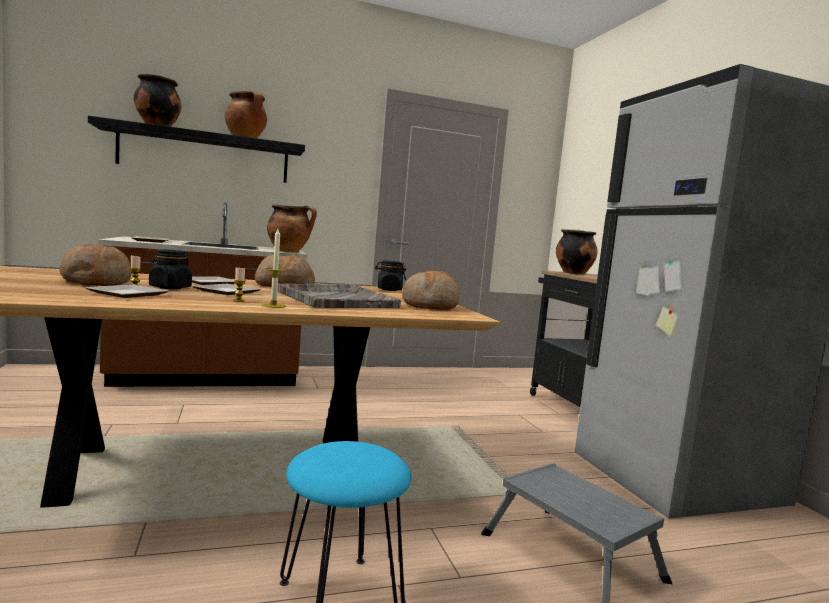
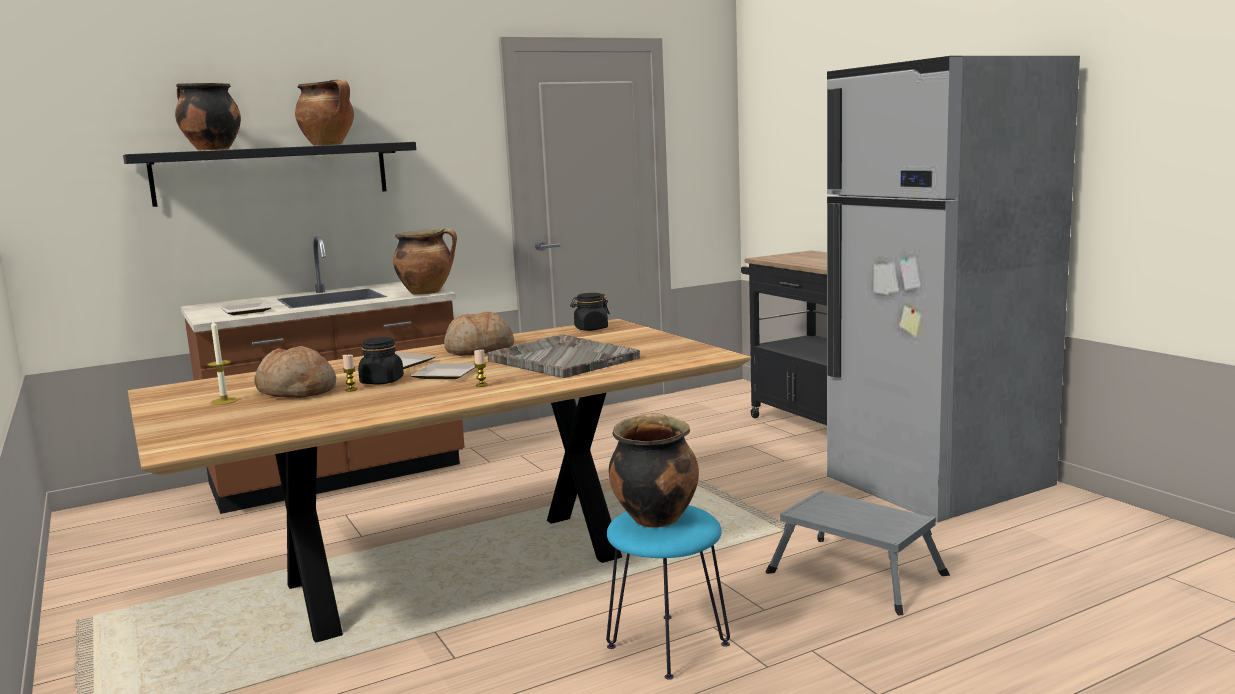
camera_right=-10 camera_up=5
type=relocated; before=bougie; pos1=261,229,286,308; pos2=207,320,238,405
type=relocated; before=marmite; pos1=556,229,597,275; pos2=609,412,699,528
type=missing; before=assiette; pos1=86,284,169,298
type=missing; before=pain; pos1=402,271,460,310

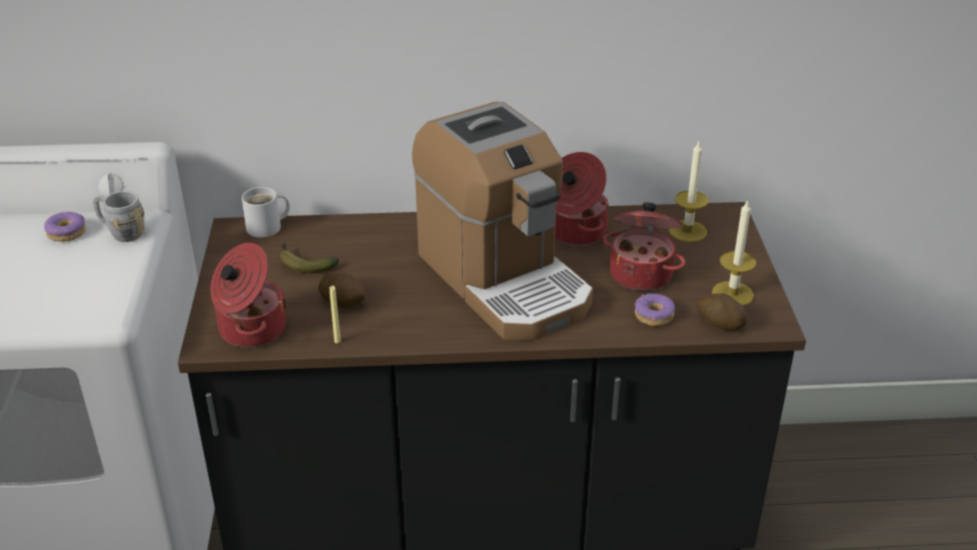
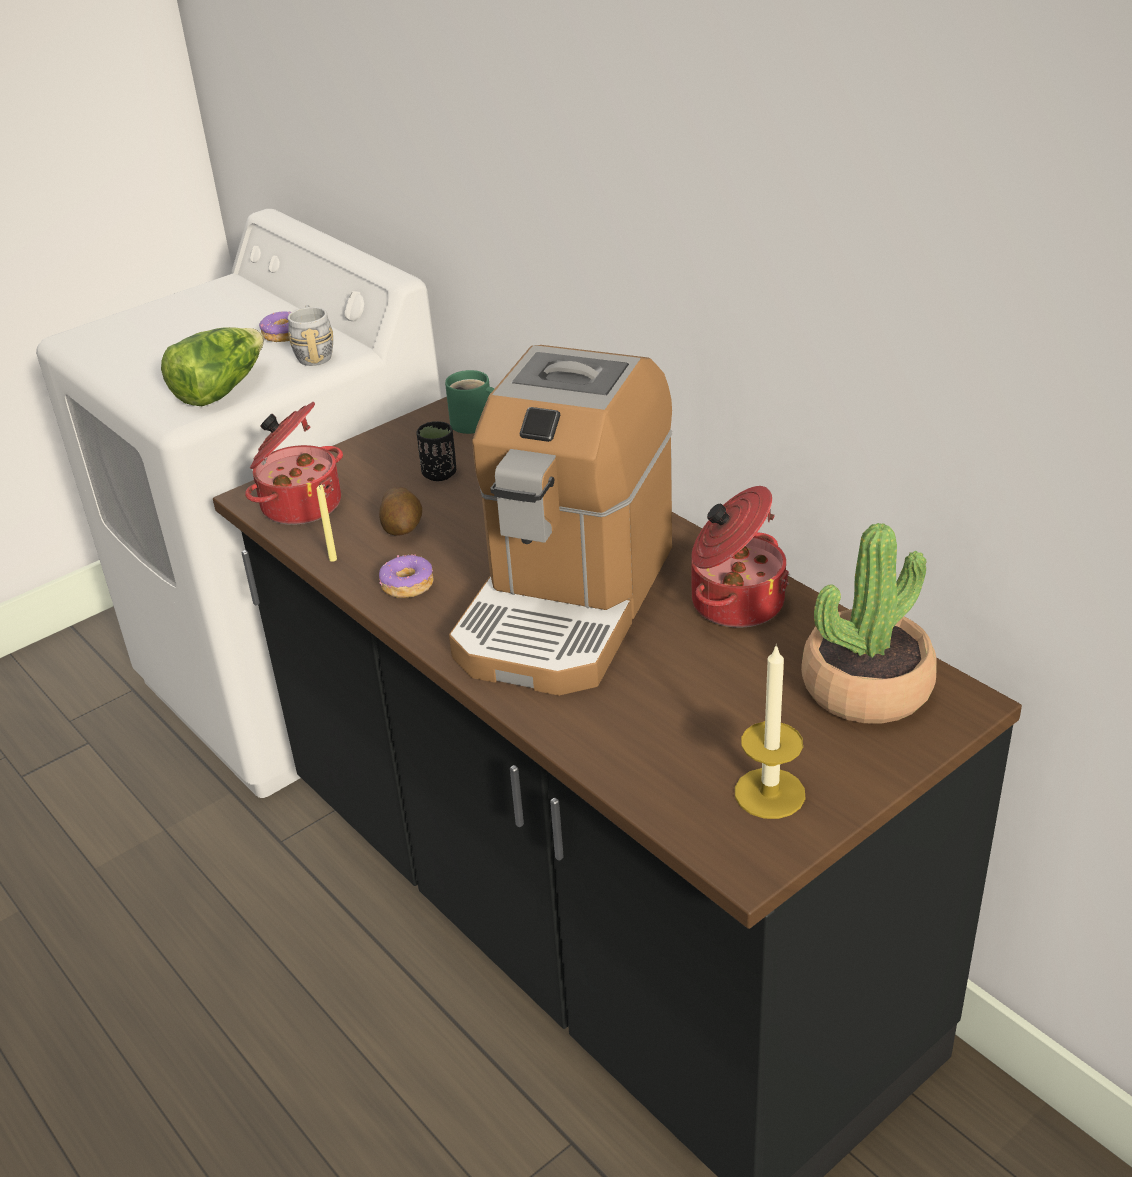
camera_right=55 camera_up=0
type=appeared; after=laitue; pos2=161,327,264,406
type=relocated; before=beignet; pos1=635,294,675,326; pos2=379,554,434,598
type=exchanged; before=banane; after=tasse [noir]; pos1=279,243,339,273; pos2=416,421,456,481
type=colour; before=mug [blanc]; after=mug [vert]; pos1=242,187,290,238; pos2=445,370,494,434
type=exchanged; before=bougie; after=plante en pot; pos1=669,142,708,242; pos2=801,523,937,723
type=missing; before=marmite; pos1=602,202,686,291
type=missing; before=pomme de terre; pos1=697,293,748,331

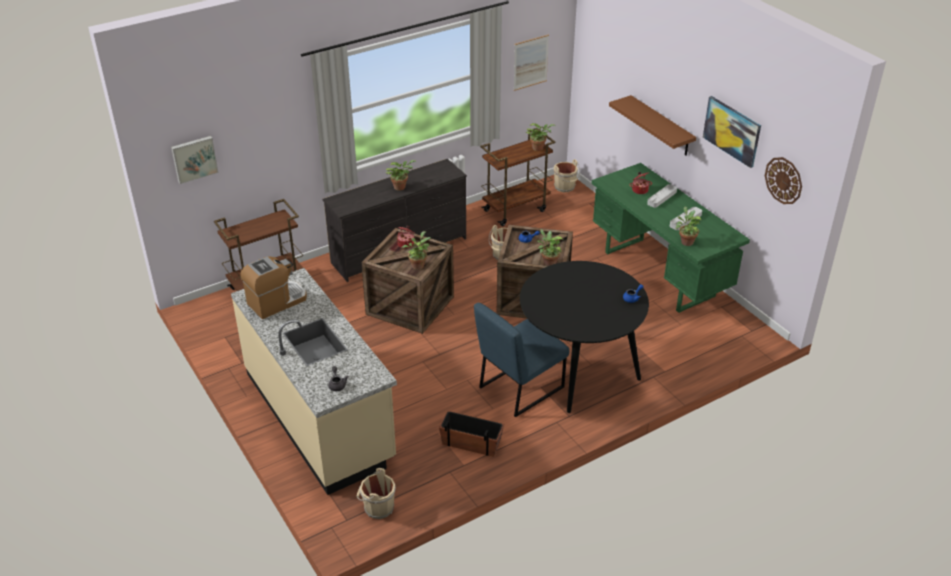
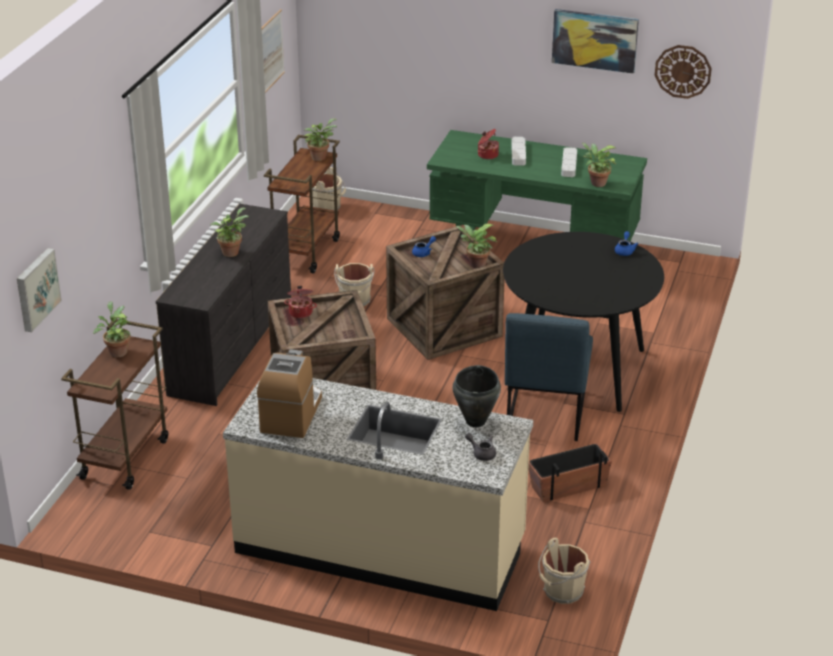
camera_right=-40 camera_up=-5
type=relocated; before=plante en pot; pos1=401,231,431,270; pos2=93,301,131,357
type=appeared; after=marmite [noir]; pos2=452,365,501,427
type=missing; before=étagère [marron]; pos1=609,95,696,156

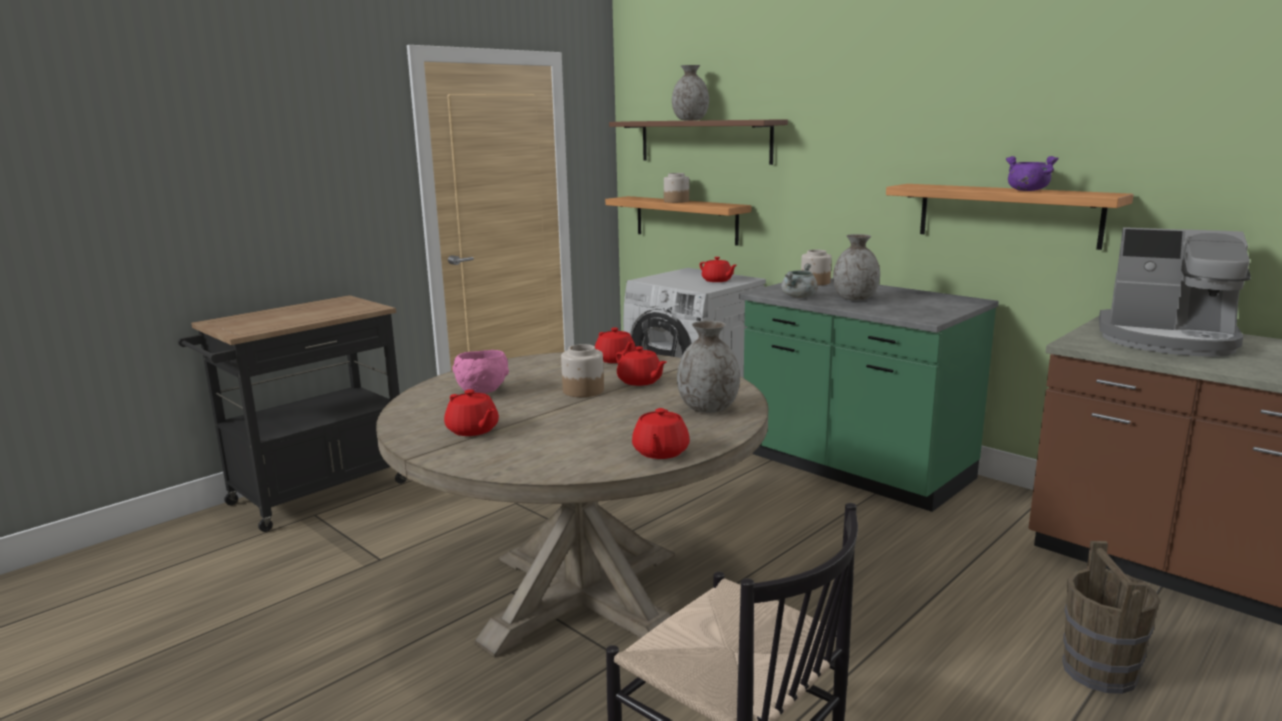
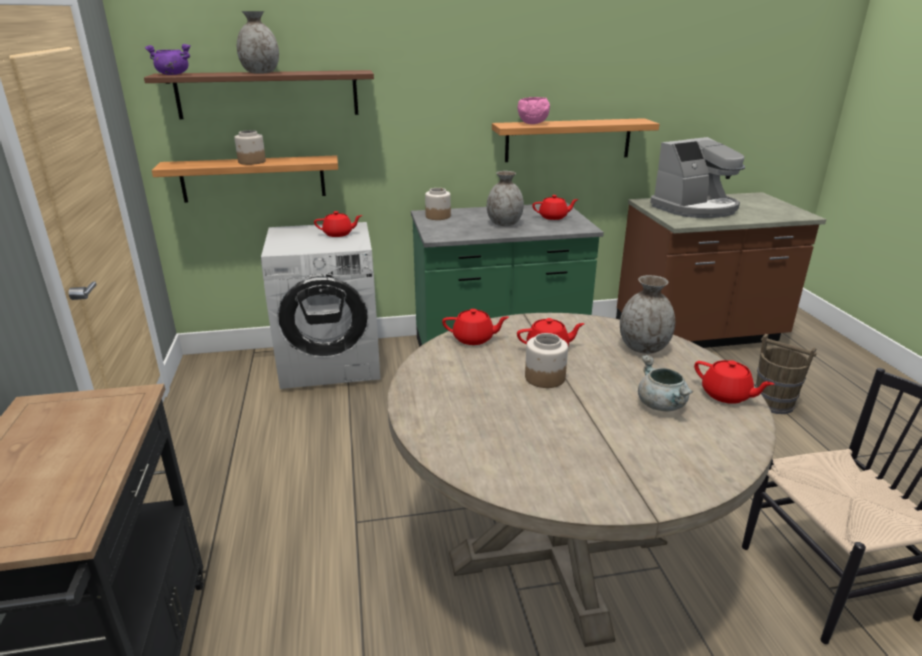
camera_right=-55 camera_up=10
type=relocated; before=marmite [violet]; pos1=1006,156,1059,191; pos2=145,44,191,75
type=relocated; before=bol [rose]; pos1=452,350,509,393; pos2=518,97,550,124
type=relocated; before=théière [rouge]; pos1=444,389,499,436; pos2=532,195,579,220
type=relocated; before=marmite [gris]; pos1=781,263,818,298; pos2=638,355,693,411

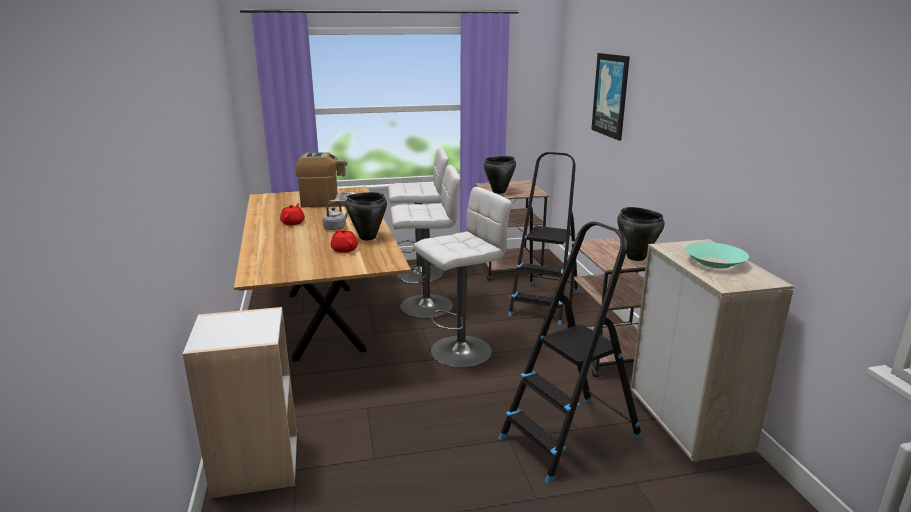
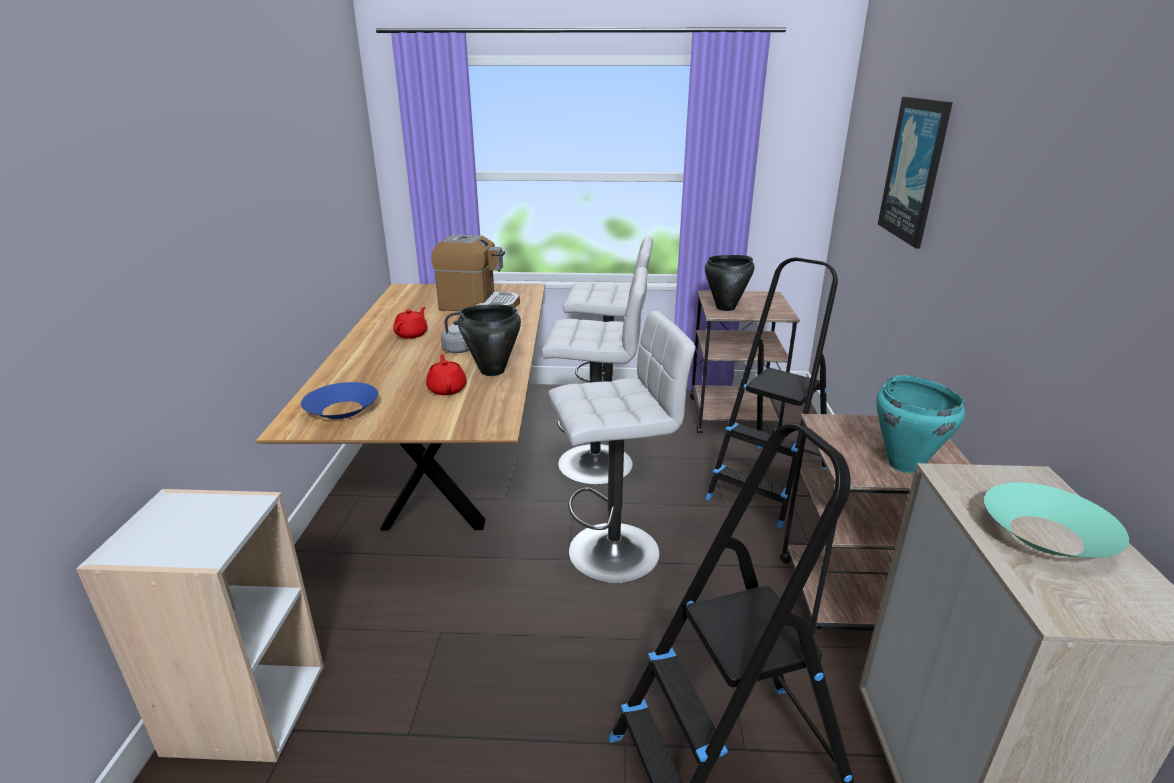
camera_right=15 camera_up=5
type=appeared; after=bol [bleu]; pos2=301,382,378,419
type=colour; before=marmite [noir]; after=marmite [turquoise]; pos1=617,207,665,261; pos2=876,375,965,473

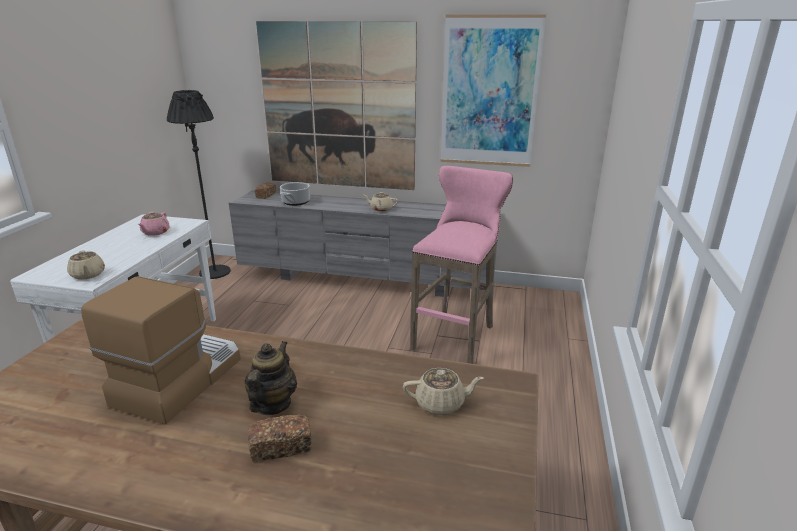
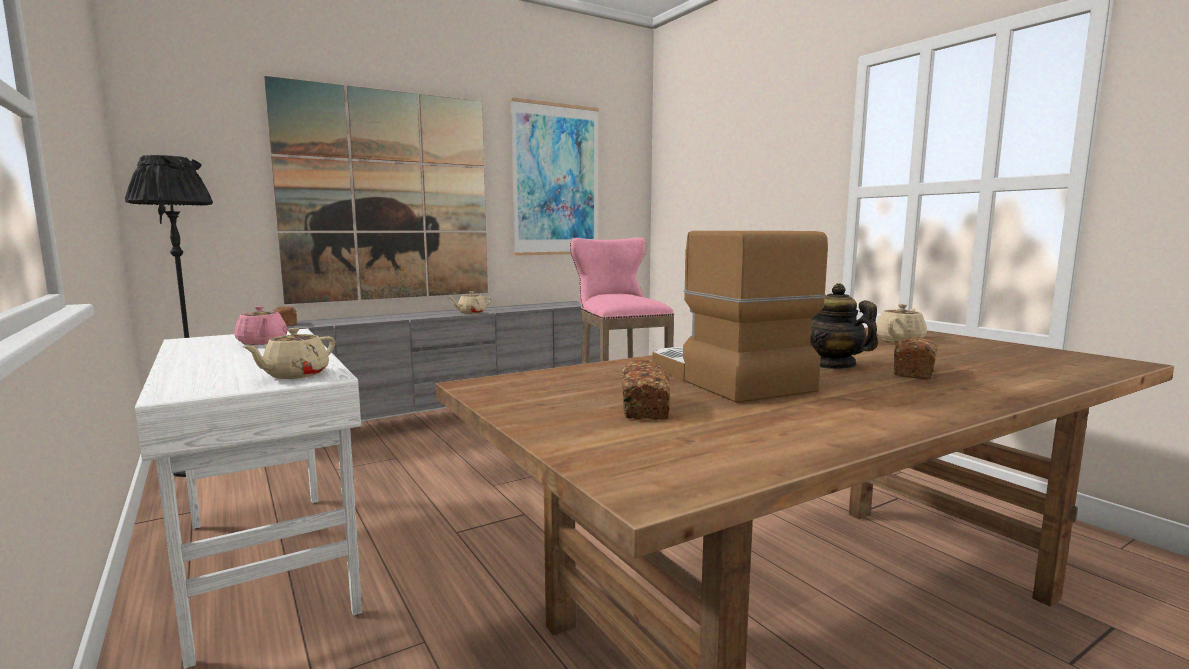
camera_right=-45 camera_up=-15
type=spun; before=théière [beige]; pos1=67,250,105,280; pos2=243,328,335,379; turn=105
type=appeared; after=pain; pos2=621,360,670,420
type=missing; before=marmite; pos1=280,182,310,206

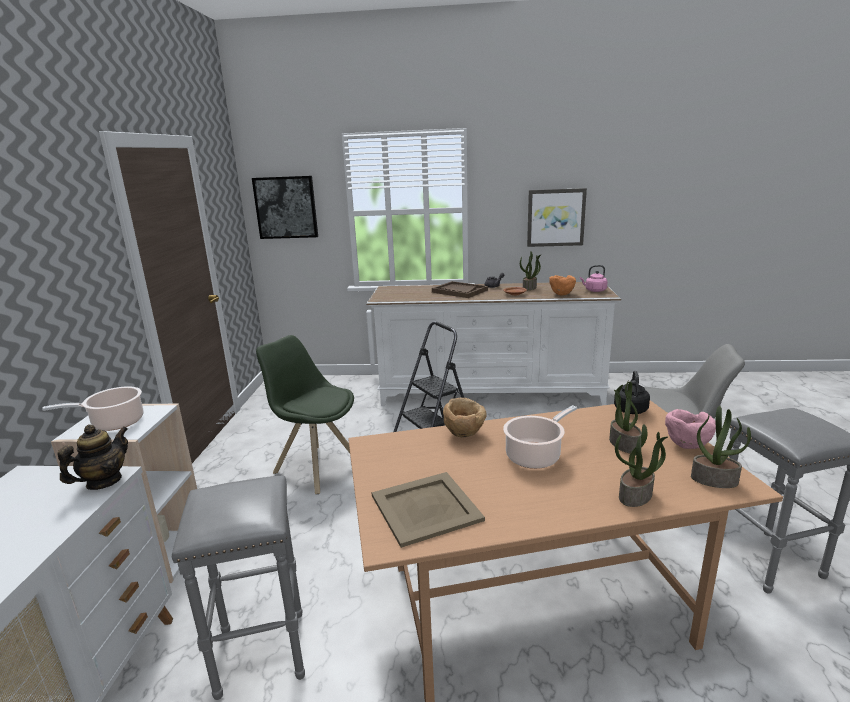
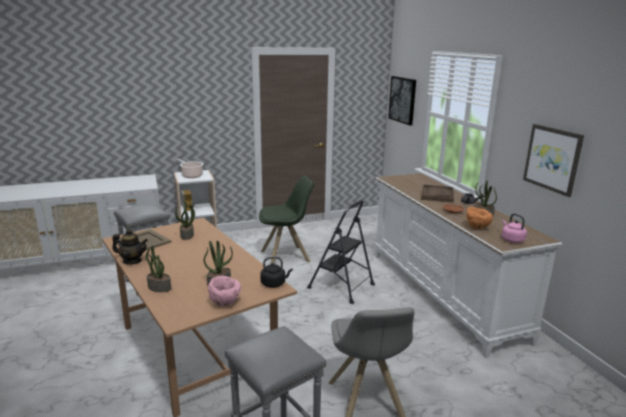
camera_right=65 camera_up=0
type=relocated; before=théière; pos1=58,424,128,490; pos2=112,229,148,265
type=relocated; before=plante en pot; pos1=691,406,751,488; pos2=175,201,196,240
type=spun; before=chaise [vert]; pos1=256,335,354,494; pos2=259,175,314,264; turn=60
type=missing; before=bol [marron]; pos1=443,398,487,437
type=missing; before=marmite; pos1=503,405,577,469

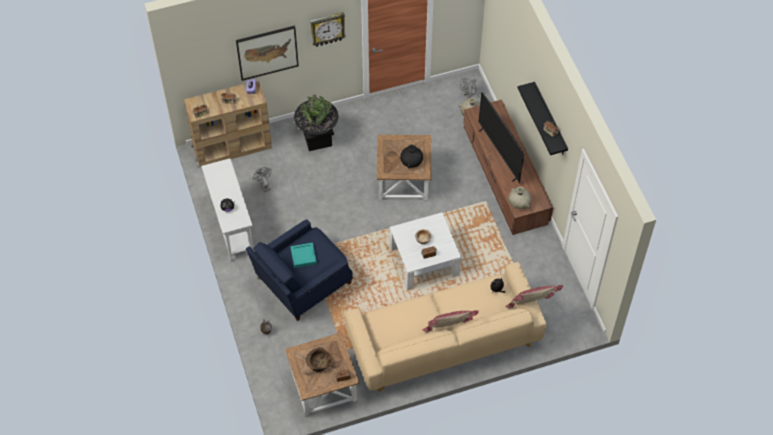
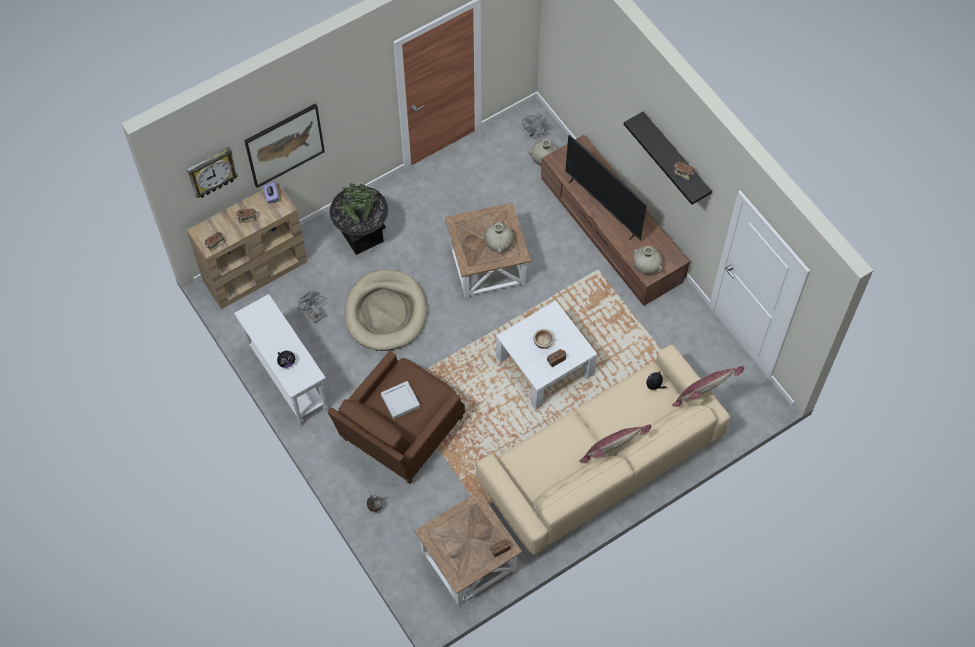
camera_right=-15 camera_up=5
type=relocated; before=horloge murale; pos1=310,12,346,47; pos2=187,147,238,198
type=colour; before=fauteuil [bleu]; after=fauteuil [marron]; pos1=246,219,353,321; pos2=328,351,465,484
type=appeared; after=panier pour chien [beige]; pos2=344,270,427,351
type=colour; before=plateau [turquoise]; after=plateau [gris]; pos1=291,243,317,268; pos2=381,381,420,420
type=colour; before=vase [noir]; after=vase [beige]; pos1=400,145,423,168; pos2=484,222,514,254
type=missing; before=bol [marron]; pos1=306,347,332,372

